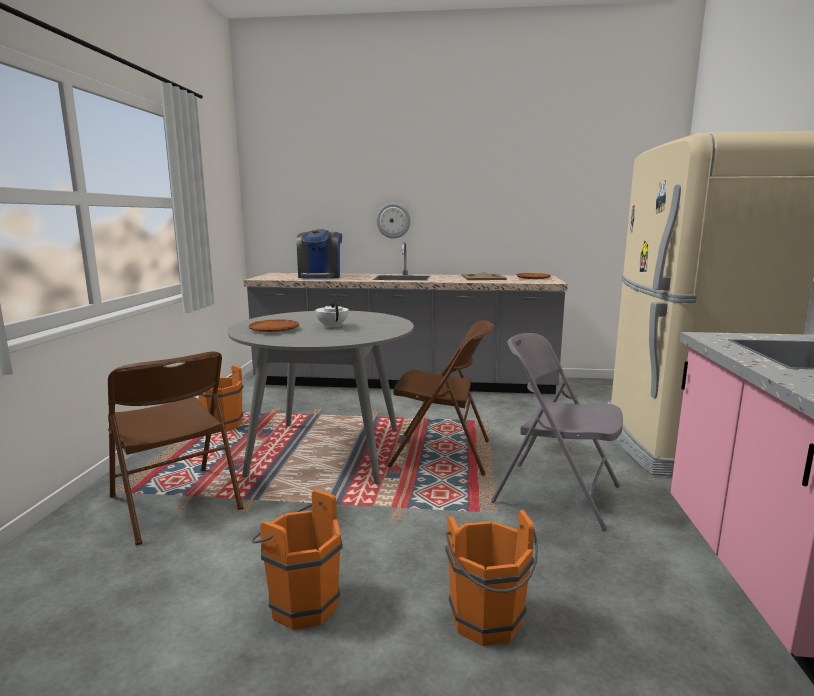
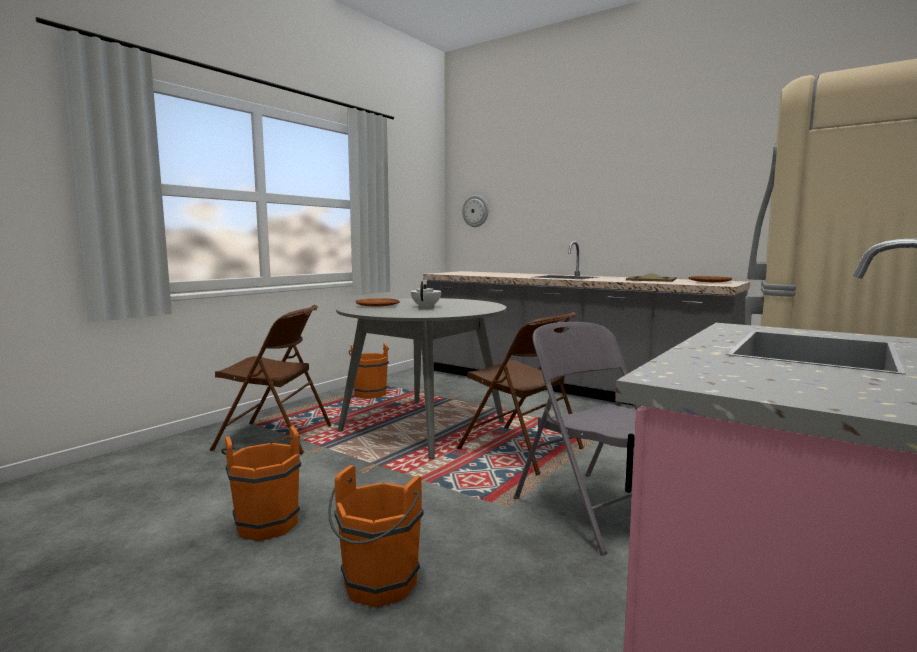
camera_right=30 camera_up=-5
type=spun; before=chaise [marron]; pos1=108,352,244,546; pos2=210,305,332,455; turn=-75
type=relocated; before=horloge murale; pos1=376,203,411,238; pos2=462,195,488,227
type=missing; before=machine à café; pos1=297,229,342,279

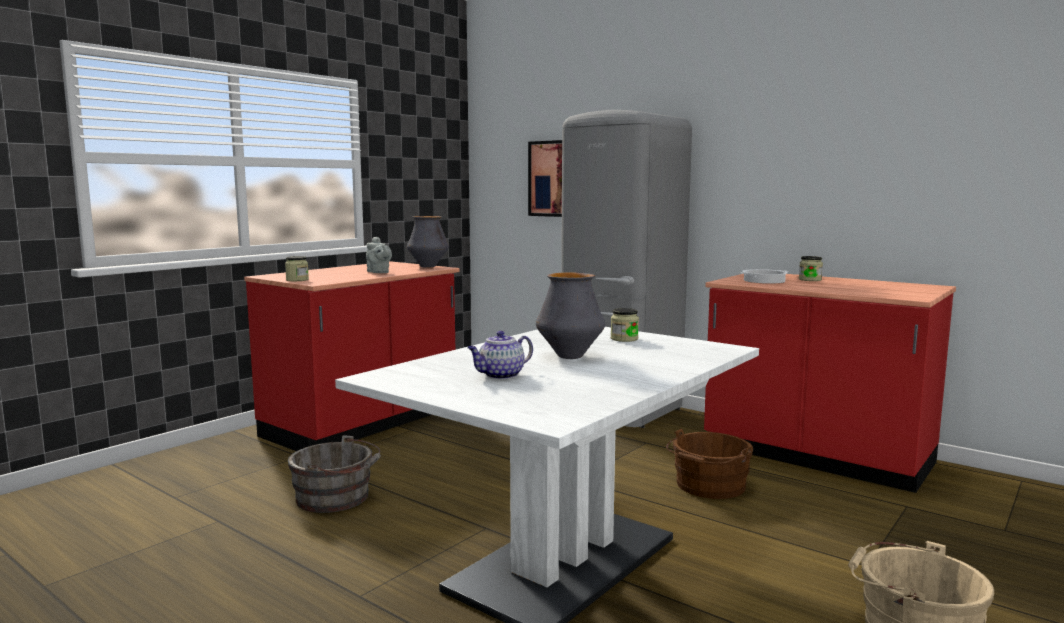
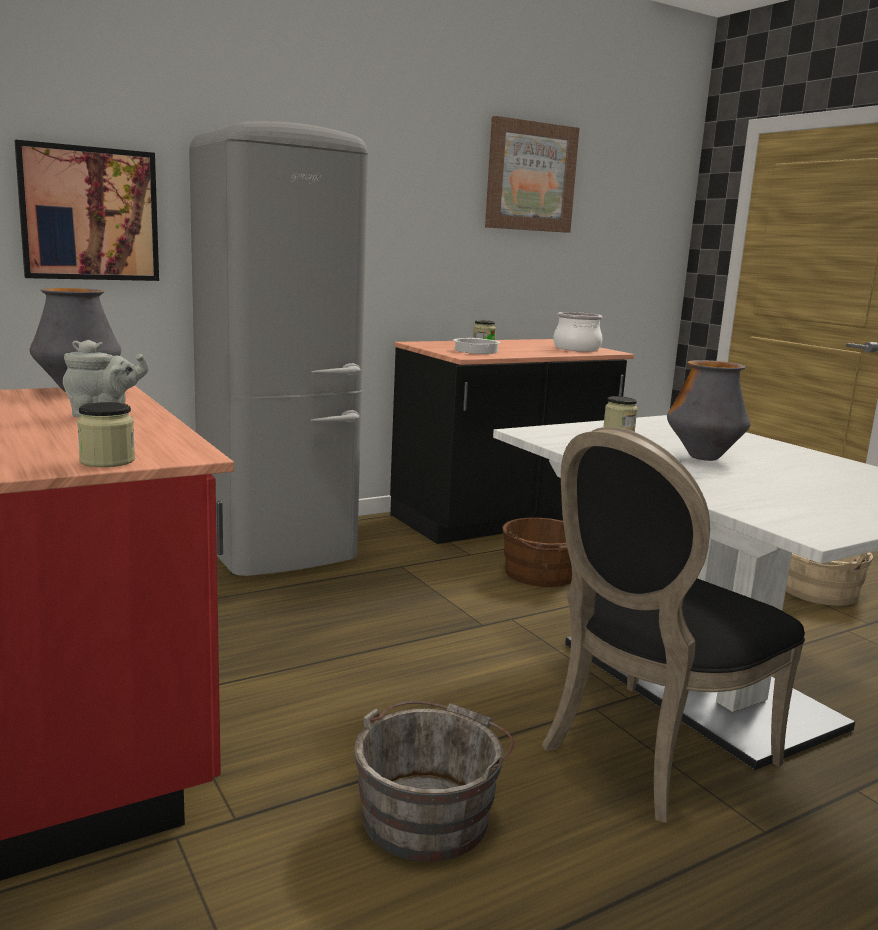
camera_right=-70 camera_up=5
type=colour; before=comptoir de cuisine [rouge]; after=comptoir de cuisine [noir]; pos1=704,274,956,493; pos2=390,339,634,544
type=appeared; after=tableau; pos2=485,116,579,233
type=appeared; after=chaise [noir]; pos2=542,427,805,823
type=appeared; after=marmite; pos2=553,312,602,352
type=missing; before=théière; pos1=467,331,533,379

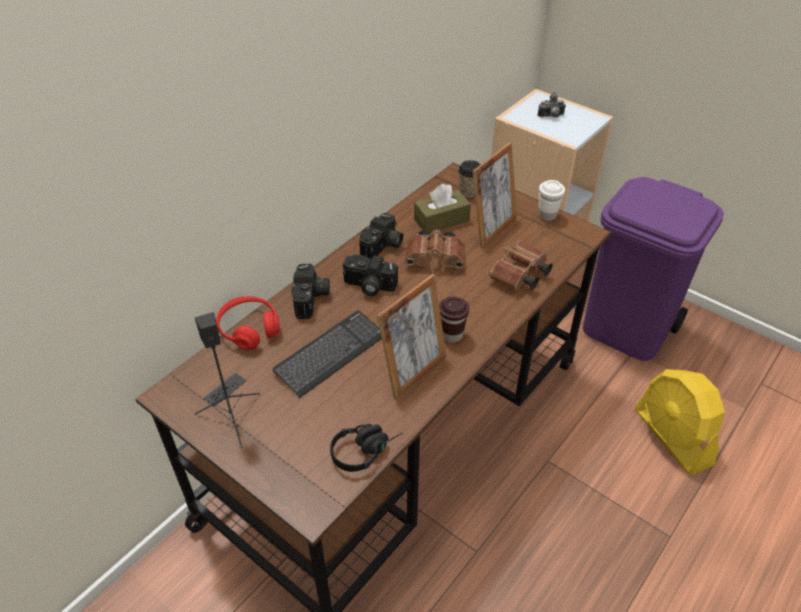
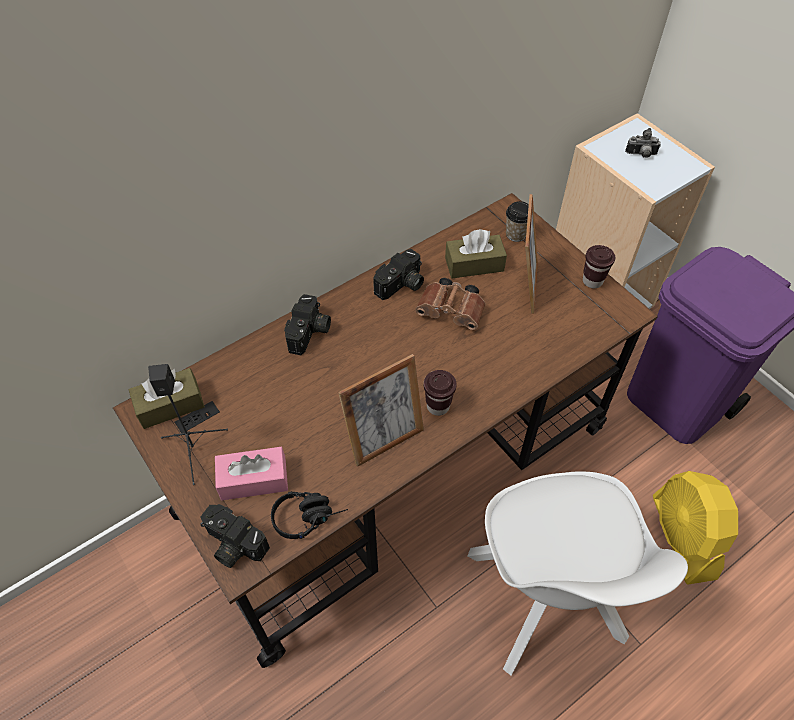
camera_right=15 camera_up=10
type=appeared; after=boîte à mouchoirs [marron]; pos2=129,368,205,429
type=relocated; before=appareil photo; pos1=343,254,398,296; pos2=200,504,270,568
type=appeared; after=boîte à mouchoirs [rose]; pos2=215,447,288,500
type=appeared; after=chaise [blanc]; pos2=467,471,688,676
type=spun; before=cadre photo; pos1=473,142,517,248; pos2=525,194,538,314; turn=-45
type=colour; before=tasse [blanc]; after=tasse [marron]; pos1=538,180,565,221; pos2=583,245,615,288
type=missing; before=casque audio [rouge]; pos1=216,296,280,350
type=missing; before=clavier; pos1=272,310,382,398
type=missing; before=jumelles [marron]; pos1=489,241,553,290

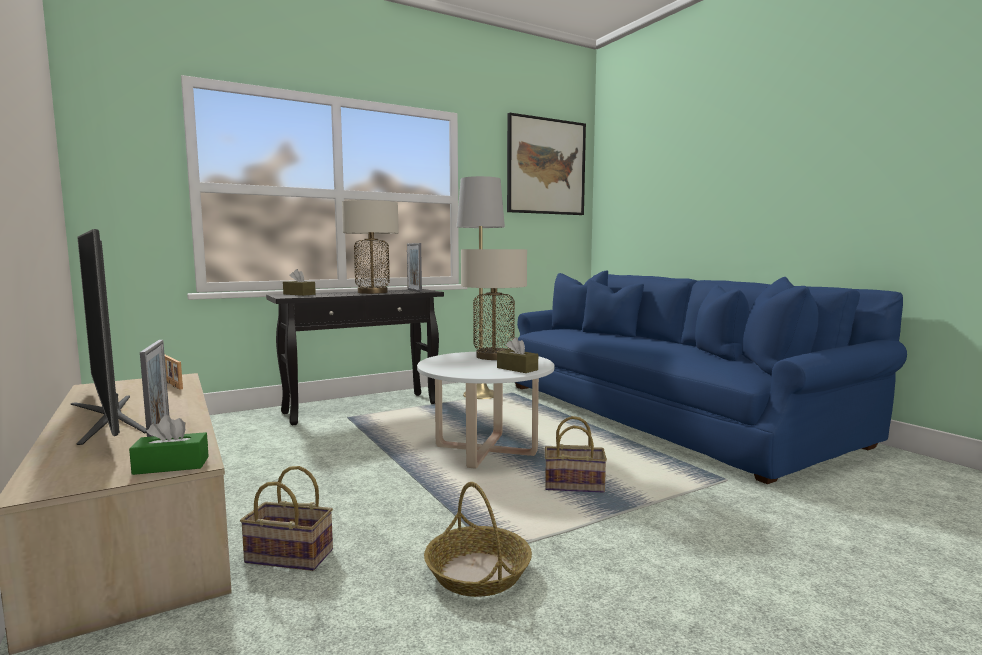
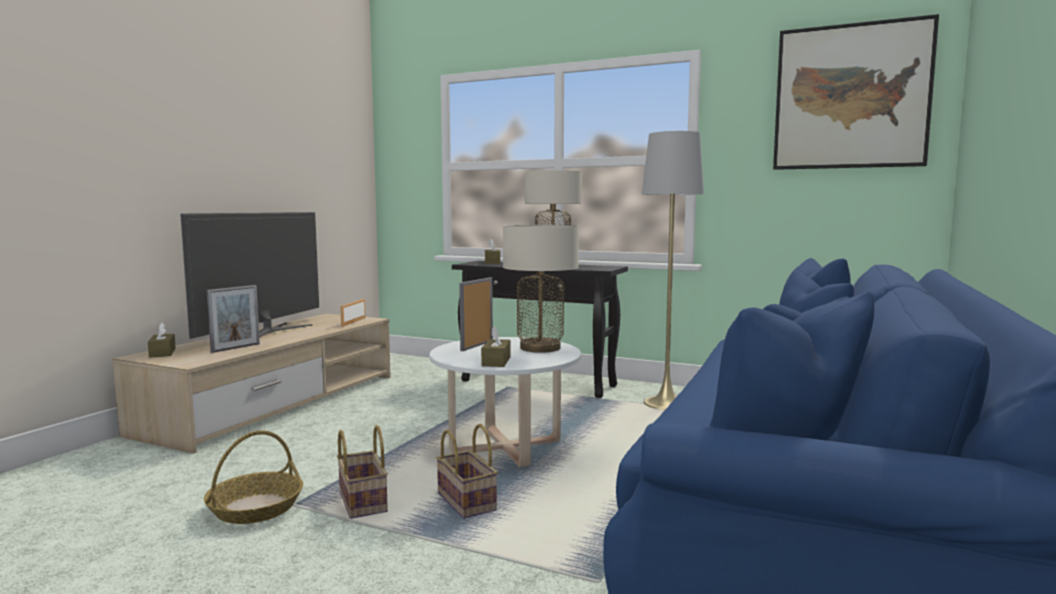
camera_right=55 camera_up=0
type=appeared; after=boîte à mouchoirs [marron]; pos2=148,322,176,358
type=relocated; before=panier; pos1=240,466,333,571; pos2=337,425,388,519
type=relocated; before=cadre photo; pos1=407,243,422,292; pos2=459,277,493,351
type=missing; before=boîte à mouchoirs [vert]; pos1=129,415,209,475

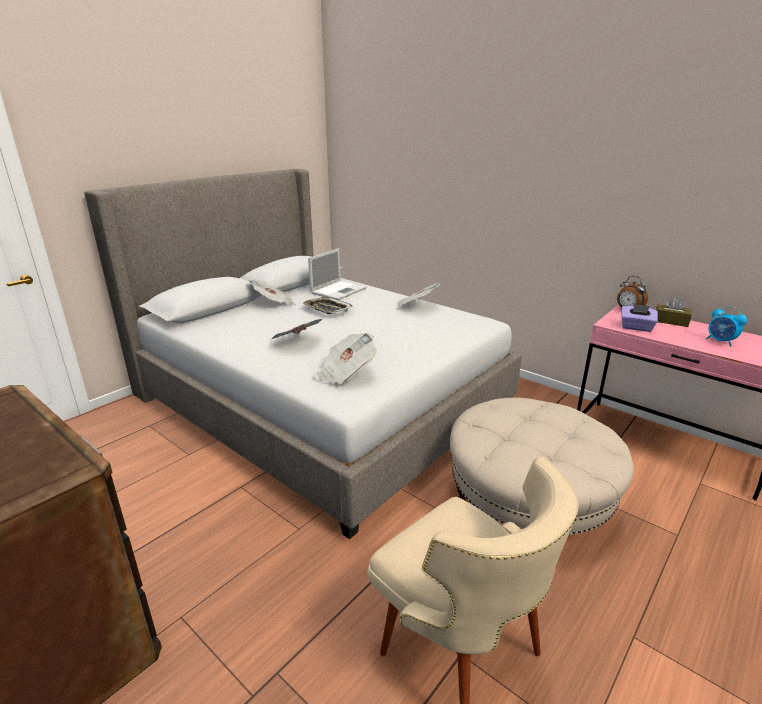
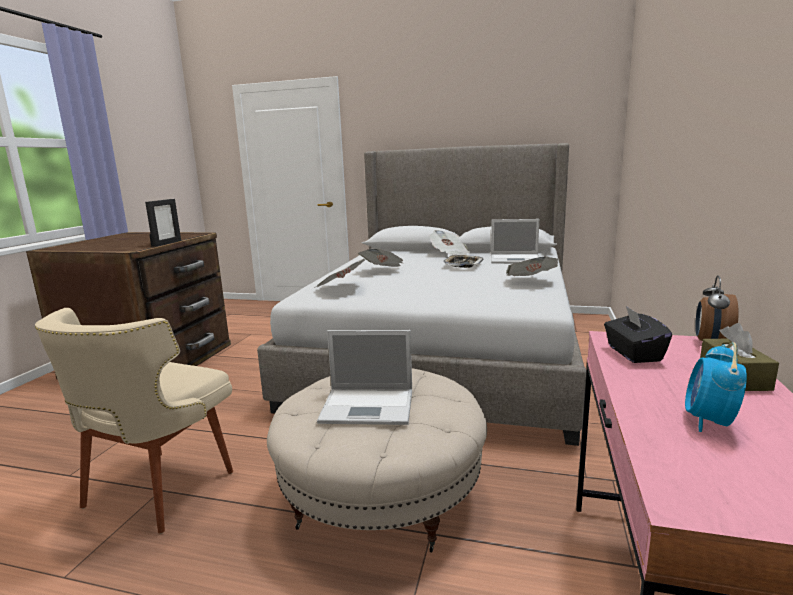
camera_right=65 camera_up=-10
type=appeared; after=cadre photo; pos2=145,199,181,247
type=appeared; after=ordinateur portable; pos2=317,330,412,425
type=colour; before=boîte à mouchoirs [violet]; after=boîte à mouchoirs [noir]; pos1=621,304,658,332; pos2=604,306,672,363

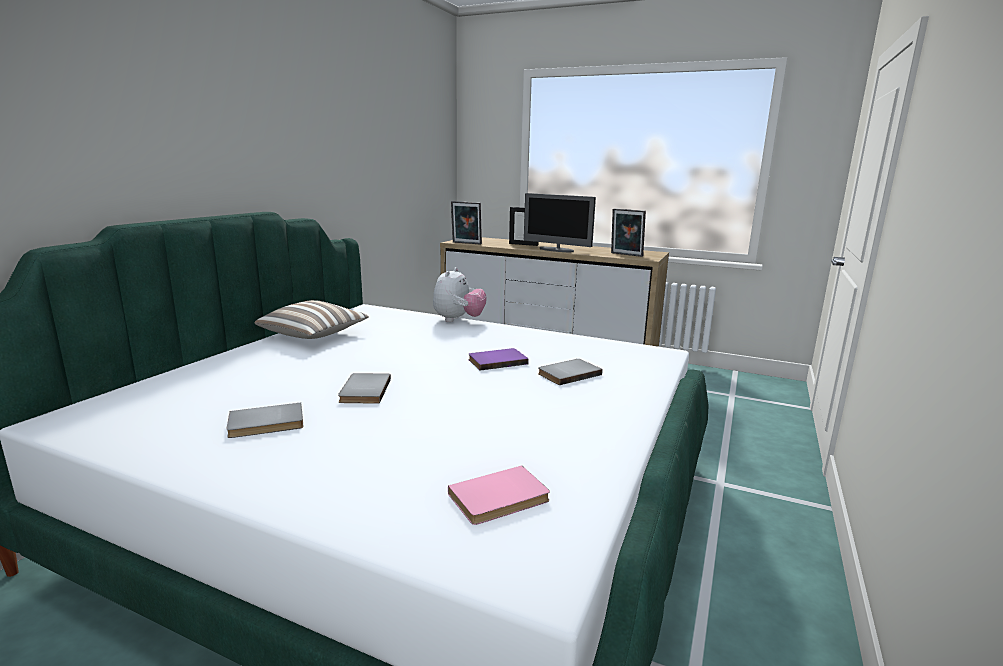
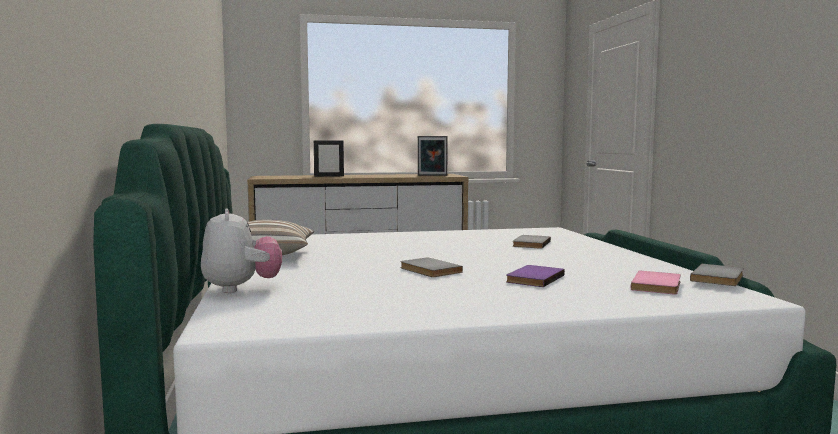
camera_right=-35 camera_up=-10
type=relocated; before=peluche; pos1=433,267,487,322; pos2=201,208,282,293
type=relocated; before=livre [violet]; pos1=469,348,529,371; pos2=506,265,565,287
type=relocated; before=livre [gris]; pos1=226,403,304,438; pos2=690,264,744,286
type=missing; before=cadre photo; pos1=451,201,482,244
type=missing; before=écran d'ordinateur; pos1=524,193,596,252

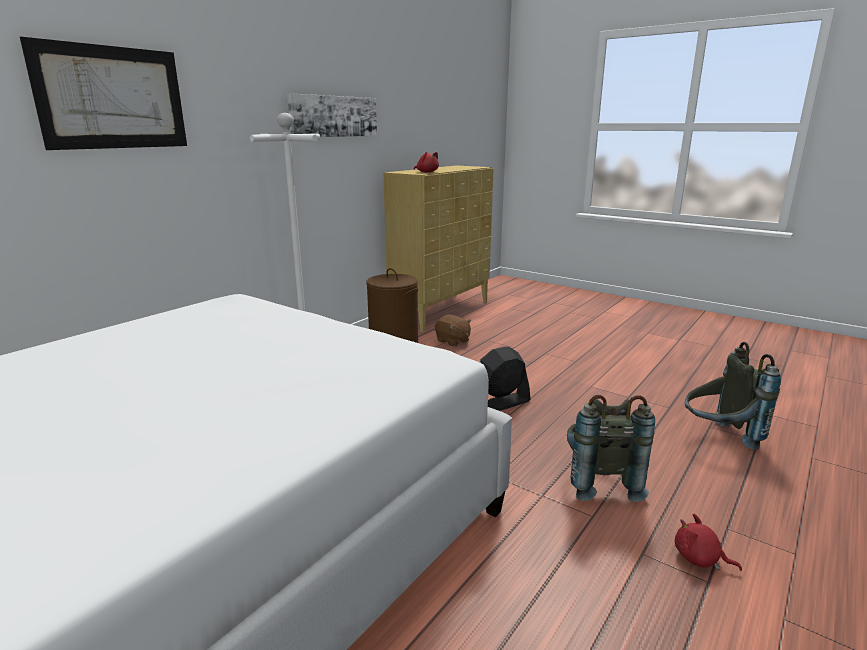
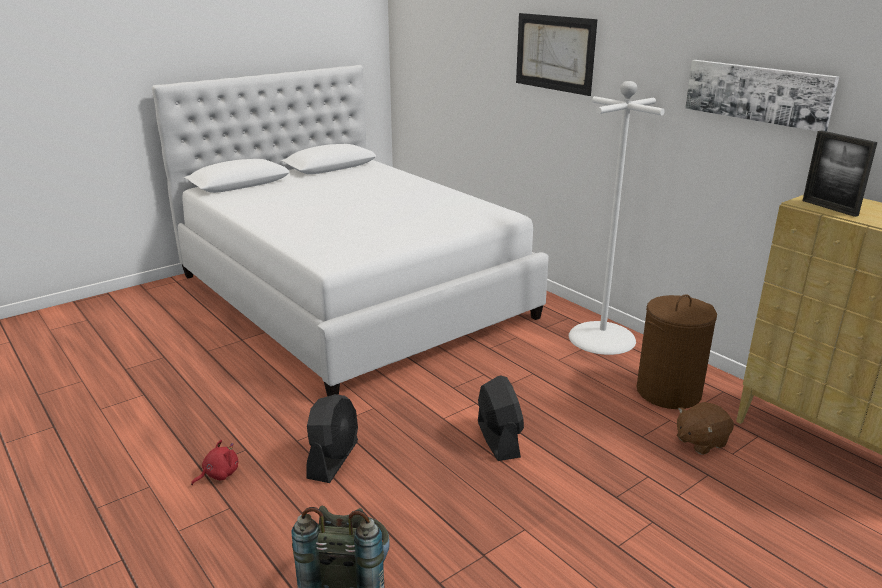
camera_right=105 camera_up=5
type=exchanged; before=sac à dos [gris]; after=ventilateur [noir]; pos1=567,395,655,502; pos2=307,394,358,483
type=exchanged; before=peluche [rouge]; after=cadre photo; pos1=414,152,439,173; pos2=803,130,877,217

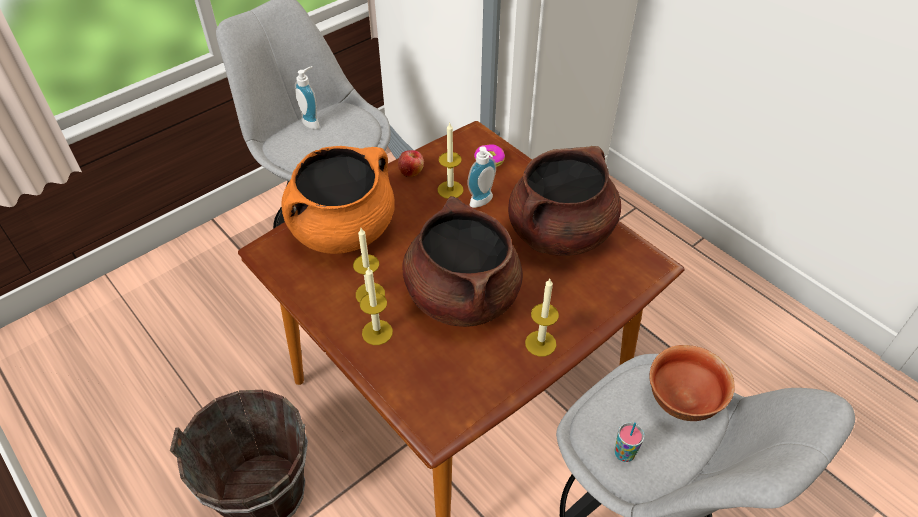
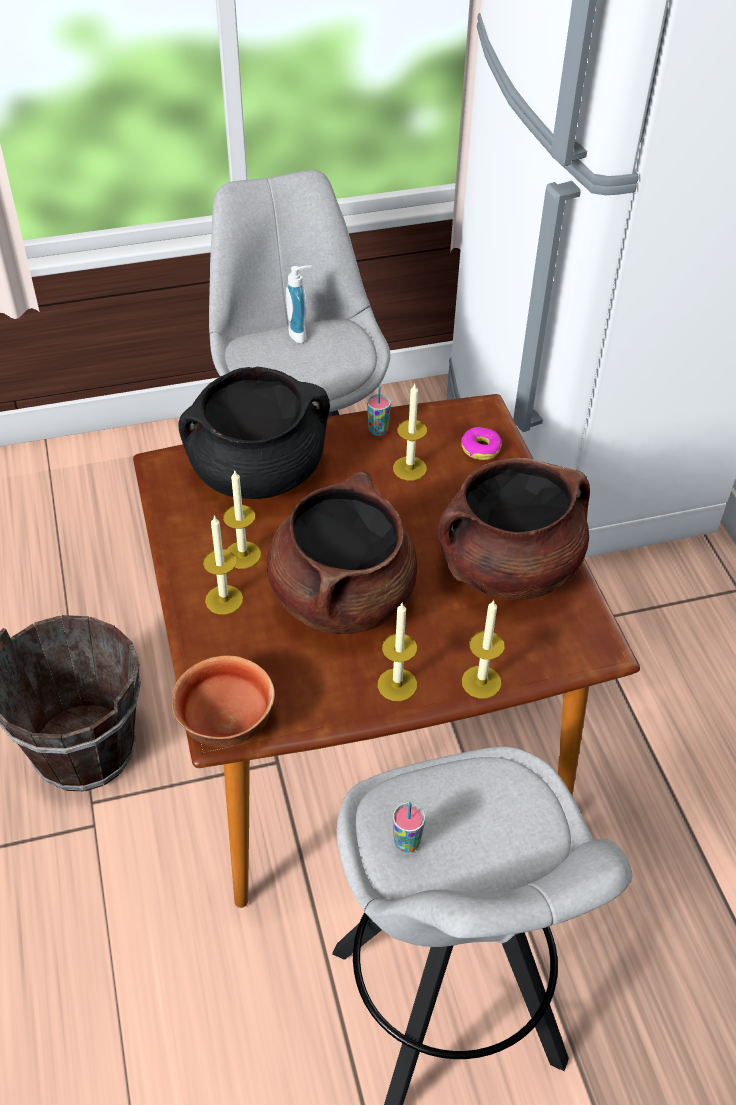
camera_right=25 camera_up=0
type=relocated; before=bol; pos1=649,345,735,421; pos2=172,656,275,747
type=colour; before=marmite [orange]; after=marmite [noir]; pos1=281,146,395,254; pos2=178,367,330,499
type=exchanged; before=pomme; after=tasse; pos1=398,150,424,177; pos2=367,386,391,436
type=appeared; after=bougie; pos2=462,600,505,699
type=missing; before=distributeur de savon; pos1=468,146,496,208

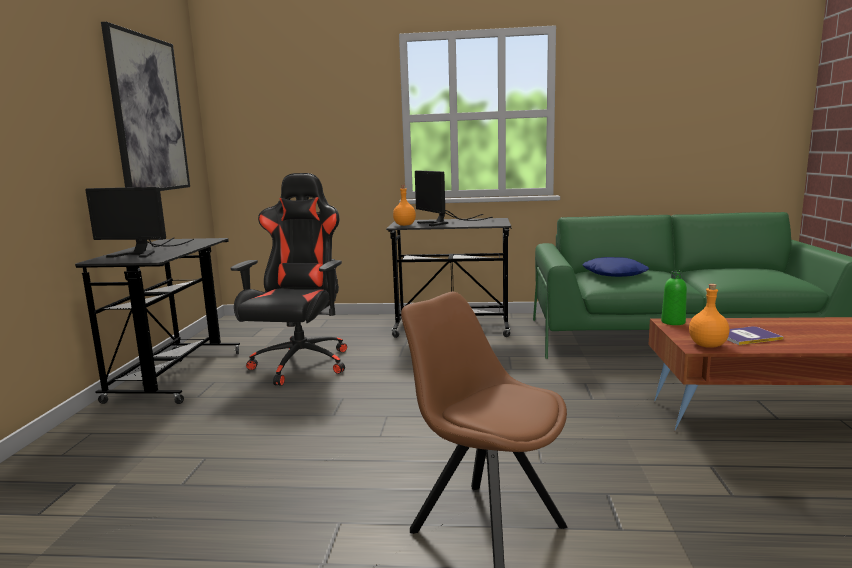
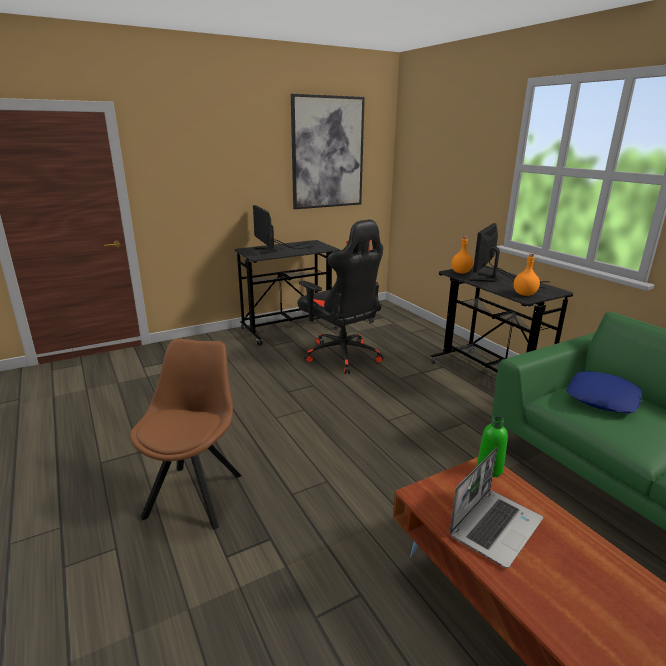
camera_right=55 camera_up=10
type=spun; before=chaise de bureau [noir]; pos1=231,173,347,386; pos2=297,219,383,374; turn=75
type=exchanged; before=livre; after=ordinateur portable; pos1=727,326,783,345; pos2=449,447,543,568
type=relocated; before=bouteille [orange]; pos1=689,284,729,348; pos2=514,253,540,296

